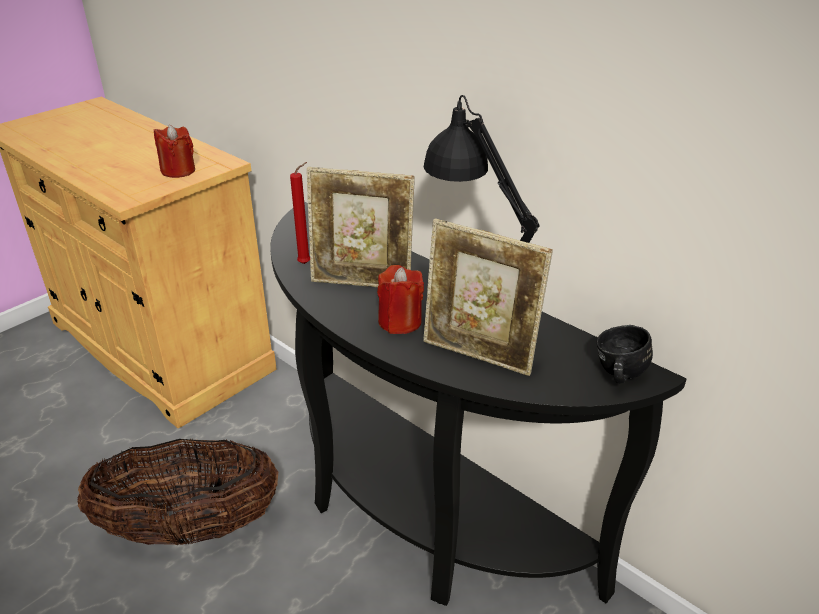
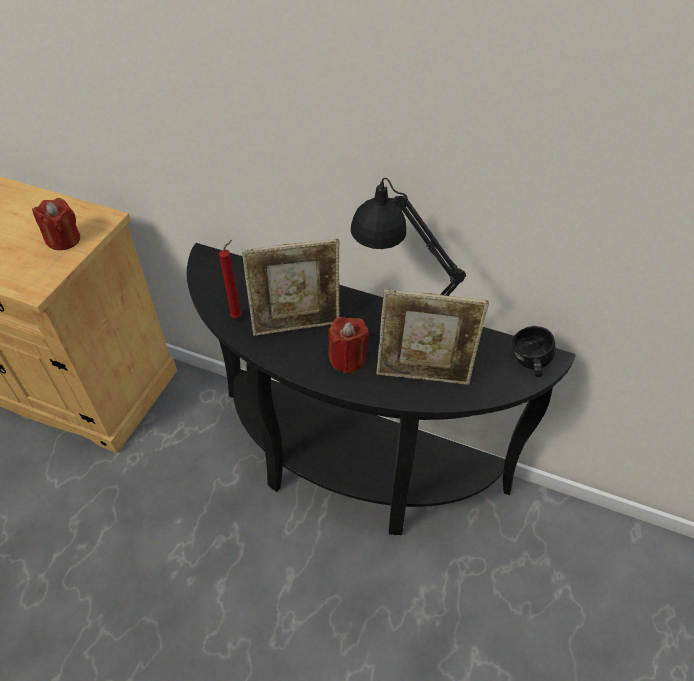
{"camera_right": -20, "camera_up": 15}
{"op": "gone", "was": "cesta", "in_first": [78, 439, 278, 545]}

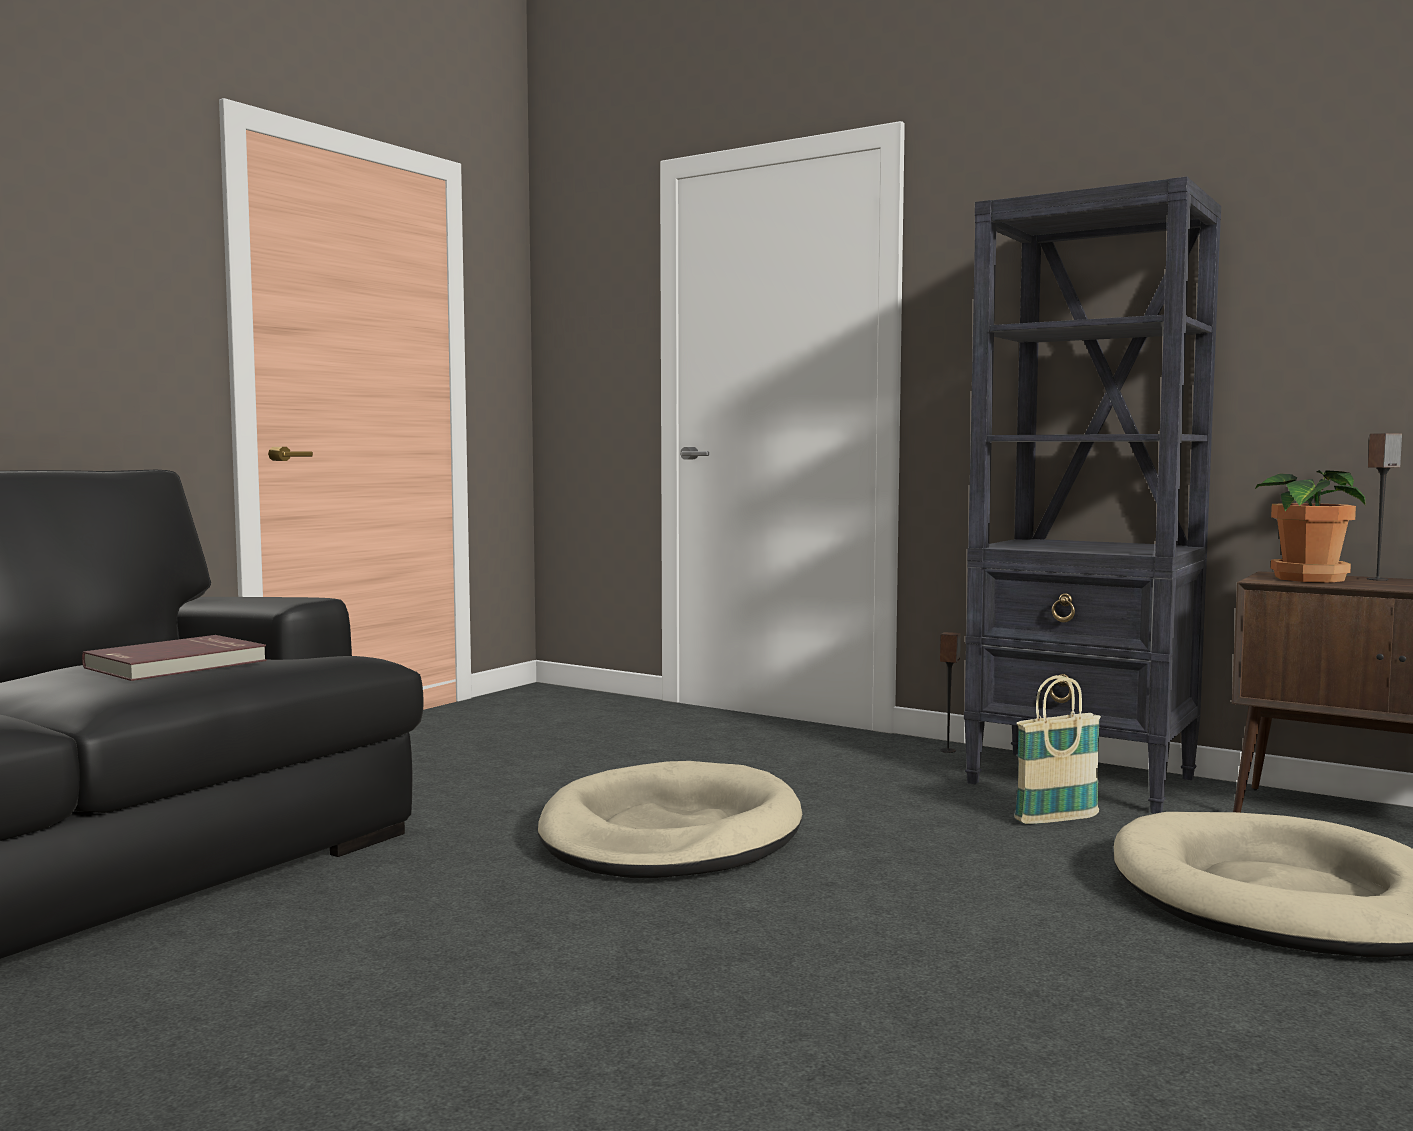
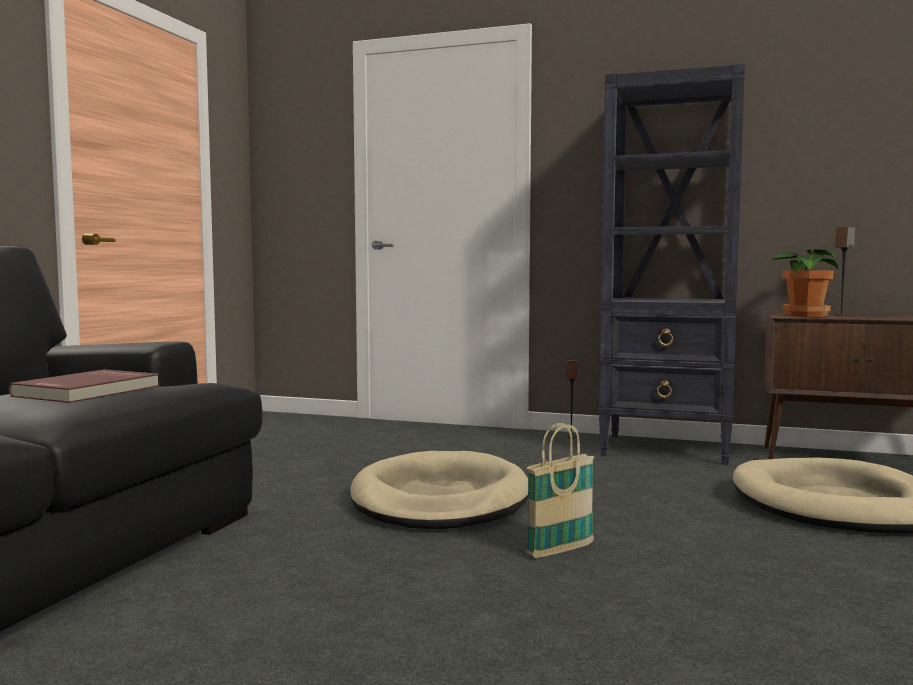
{"camera_right": -15, "camera_up": 0}
{"op": "shifted", "was": "cesta", "in_first": [1014, 675, 1101, 824], "in_second": [526, 423, 594, 558]}

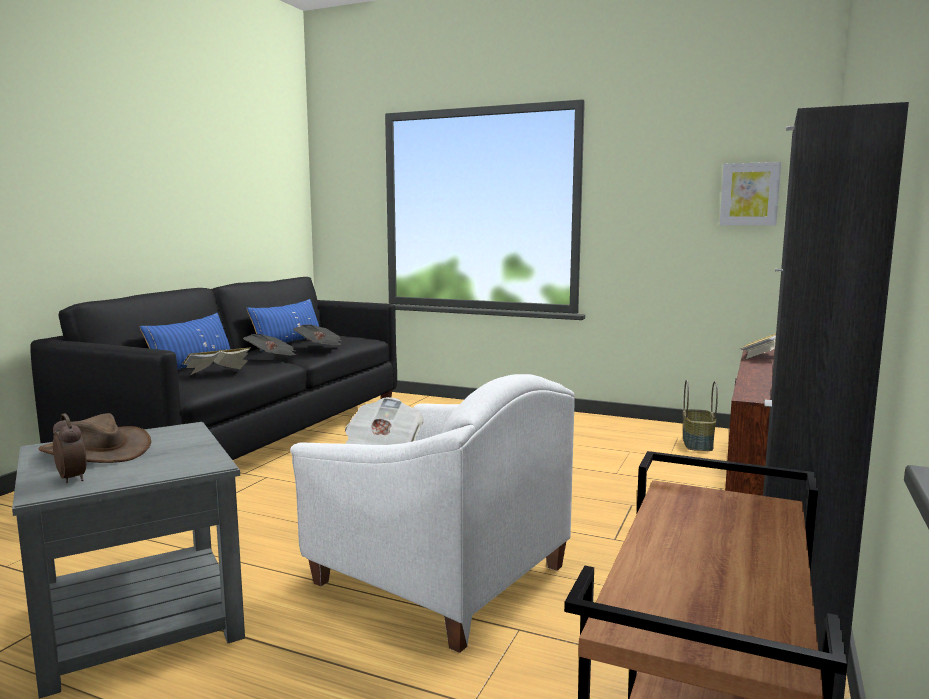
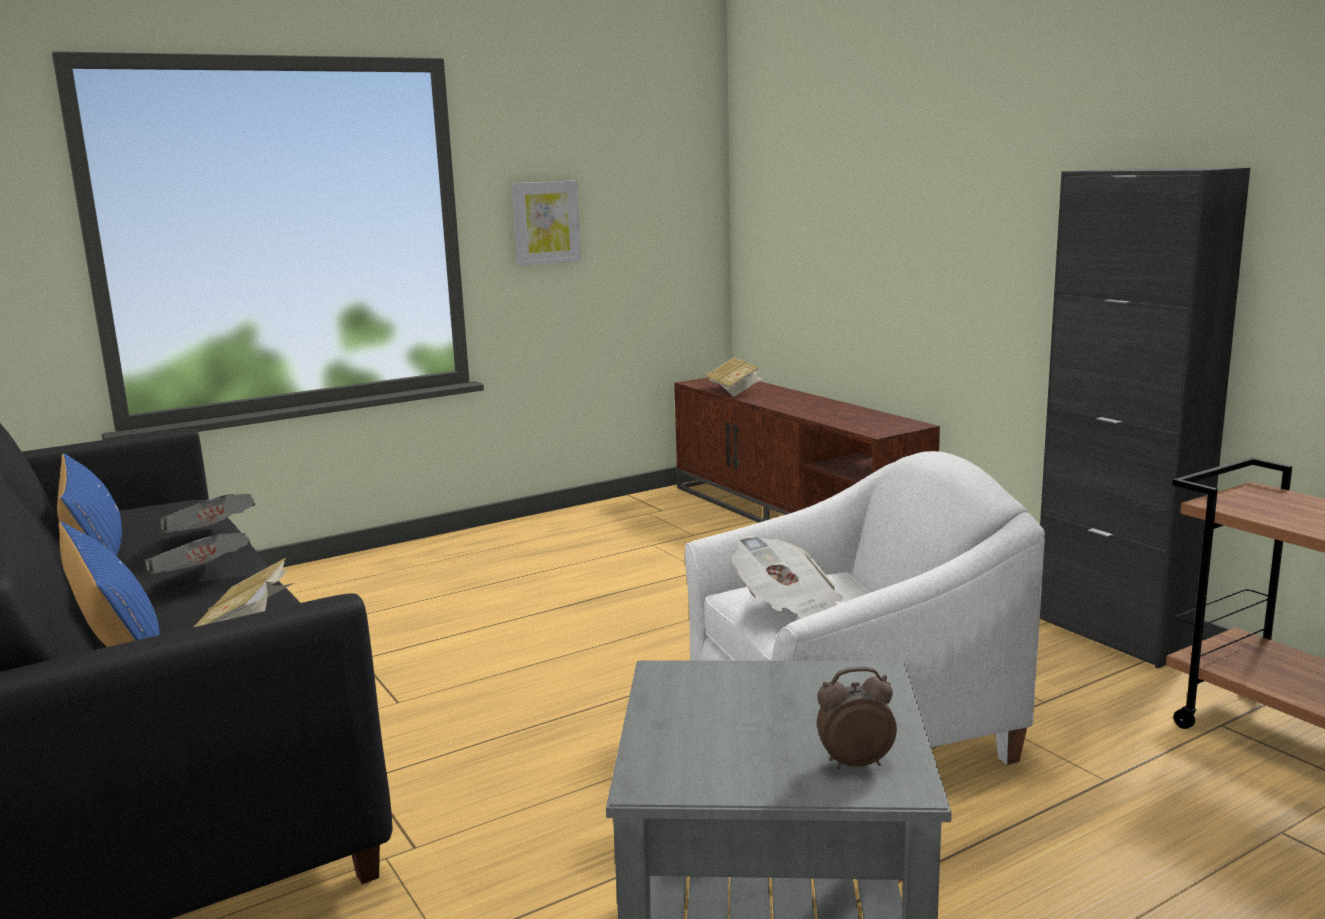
{"camera_right": -55, "camera_up": 5}
{"op": "shifted", "was": "cuadro", "in_first": [720, 162, 781, 225], "in_second": [512, 180, 581, 266]}
{"op": "gone", "was": "cesta", "in_first": [683, 380, 718, 451]}
{"op": "gone", "was": "sombrero/marrón", "in_first": [39, 413, 151, 463]}

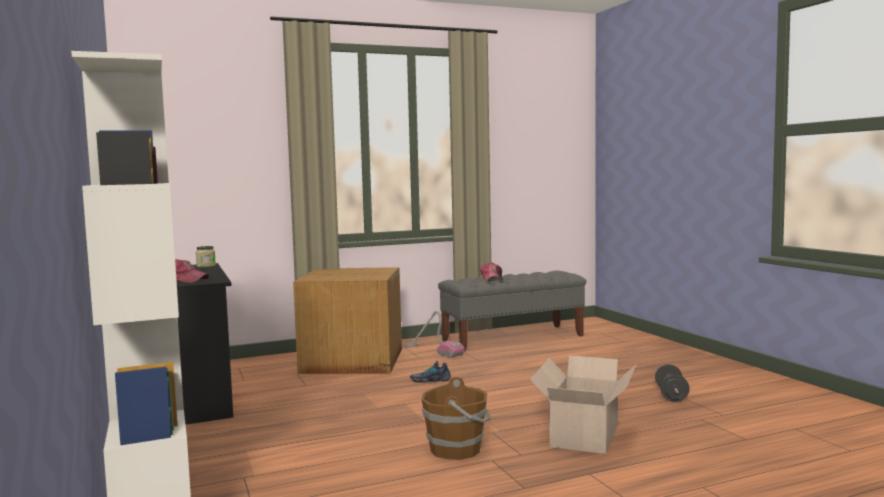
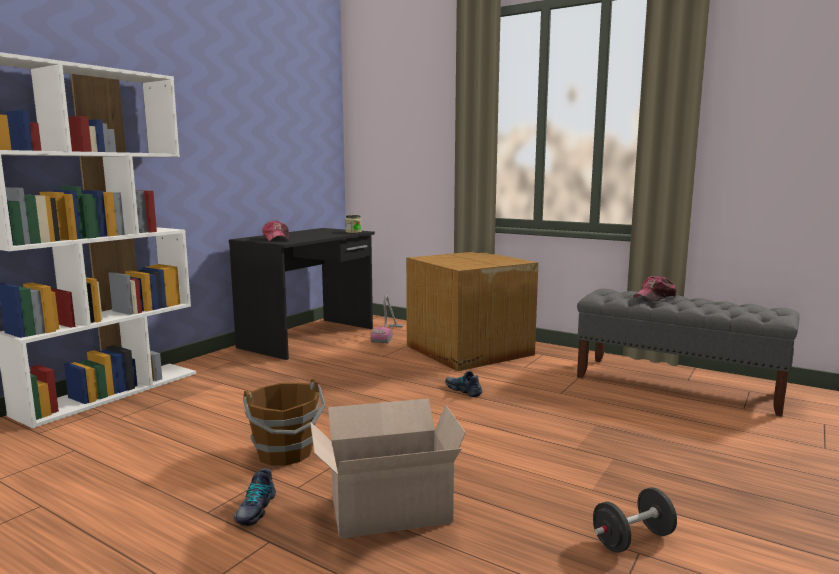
{"camera_right": 55, "camera_up": 5}
{"op": "shifted", "was": "aspiradora", "in_first": [404, 311, 465, 358], "in_second": [370, 295, 404, 344]}
{"op": "new", "now": "zapato", "in_second": [234, 469, 276, 526]}

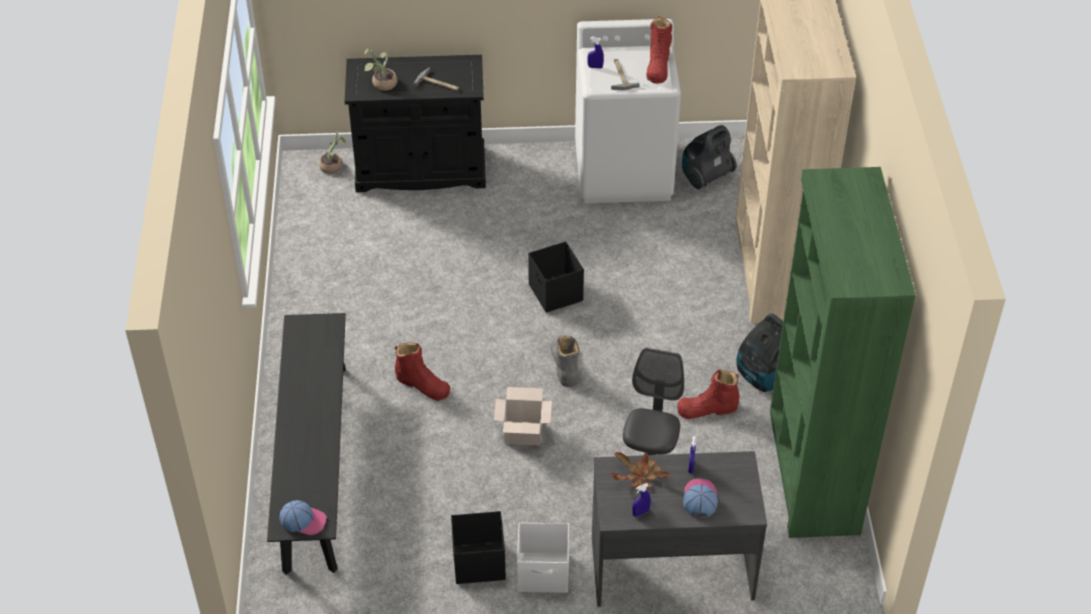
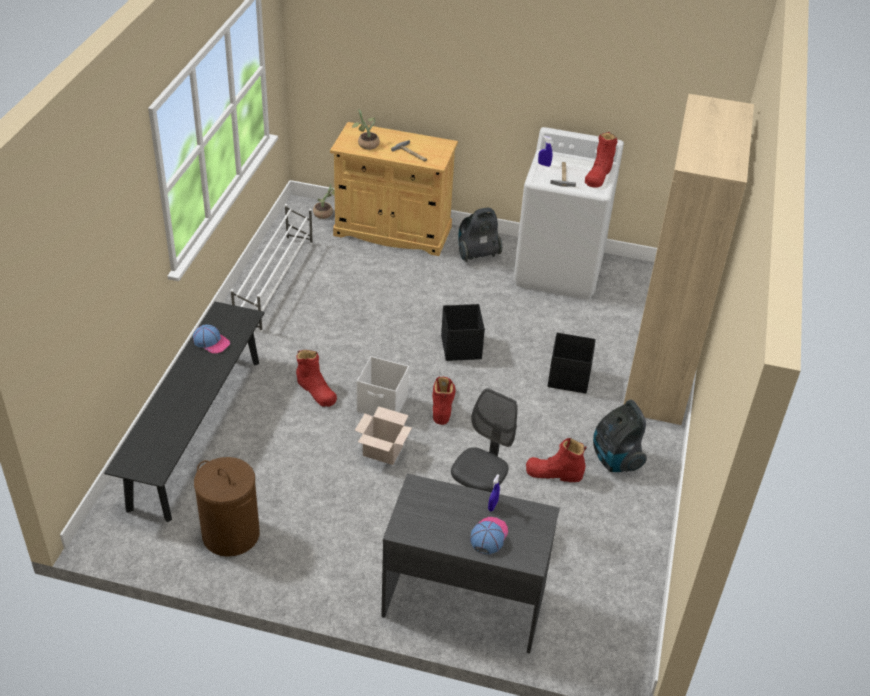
{"camera_right": 15, "camera_up": -5}
{"op": "repainted", "was": "armario/negro", "now": "armario/beis", "in_first": [345, 55, 486, 192], "in_second": [330, 122, 458, 256]}
{"op": "shifted", "was": "aspiradora", "in_first": [682, 125, 737, 190], "in_second": [458, 208, 502, 262]}
{"op": "gone", "was": "estantería/verde", "in_first": [770, 167, 916, 538]}
{"op": "repainted", "was": "bota/gris", "now": "bota/rojo", "in_first": [550, 335, 580, 387], "in_second": [433, 376, 456, 425]}
{"op": "gone", "was": "planta en maceta", "in_first": [610, 452, 670, 488]}
{"op": "gone", "was": "pulverizador/azul", "in_first": [632, 483, 651, 517]}
{"op": "shifted", "was": "gorra", "in_first": [279, 500, 327, 535], "in_second": [193, 325, 230, 353]}
{"op": "shifted", "was": "caja de almacenaje/negro", "in_first": [451, 511, 506, 584], "in_second": [548, 333, 596, 394]}
{"op": "shifted", "was": "caja de almacenaje/blanco", "in_first": [517, 522, 569, 593], "in_second": [357, 356, 409, 416]}
{"op": "new", "now": "zapatero/blanco", "in_second": [231, 204, 313, 332]}
{"op": "new", "now": "cesto de la ropa/marrón", "in_second": [194, 457, 260, 557]}

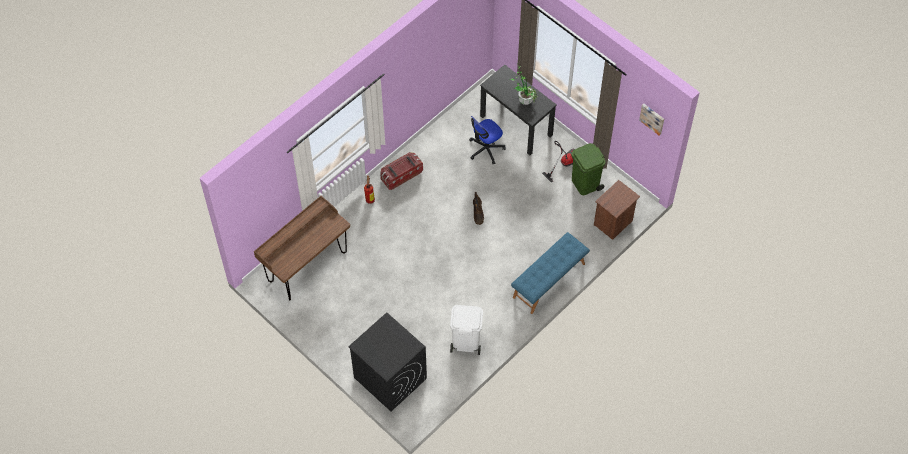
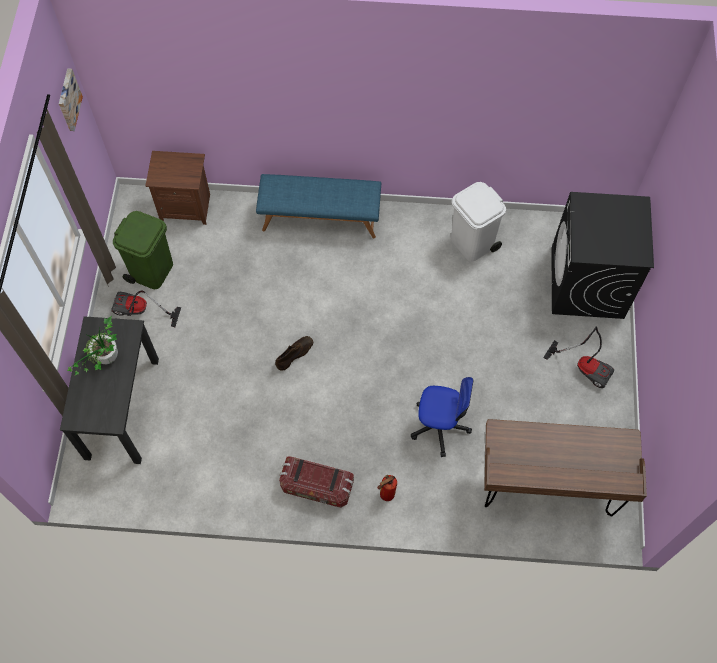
{"camera_right": -130, "camera_up": 5}
{"op": "shifted", "was": "silla de oficina", "in_first": [469, 116, 506, 164], "in_second": [411, 377, 473, 457]}
{"op": "new", "now": "aspiradora", "in_second": [543, 326, 614, 388]}

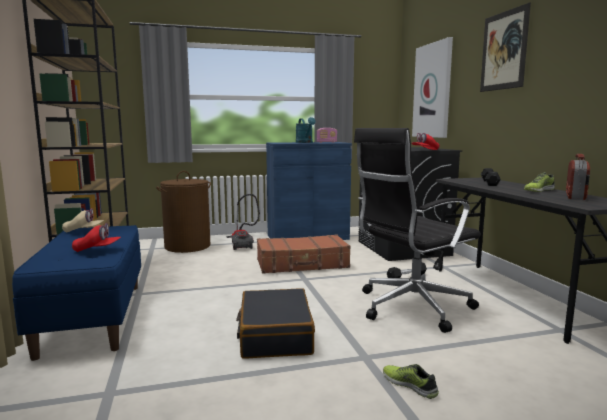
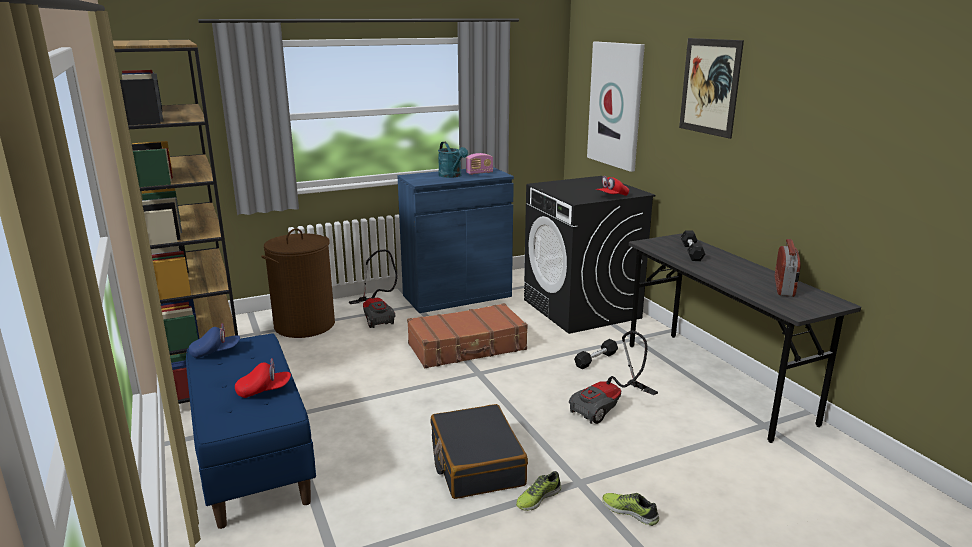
{"camera_right": -10, "camera_up": 10}
{"op": "swapped", "was": "silla de oficina/negro", "now": "aspiradora", "in_first": [354, 128, 481, 333], "in_second": [569, 330, 658, 424]}
{"op": "shifted", "was": "zapato", "in_first": [524, 172, 555, 192], "in_second": [516, 471, 561, 511]}
{"op": "repainted", "was": "gorra/beis", "now": "gorra/azul", "in_first": [62, 208, 104, 233], "in_second": [189, 323, 240, 358]}

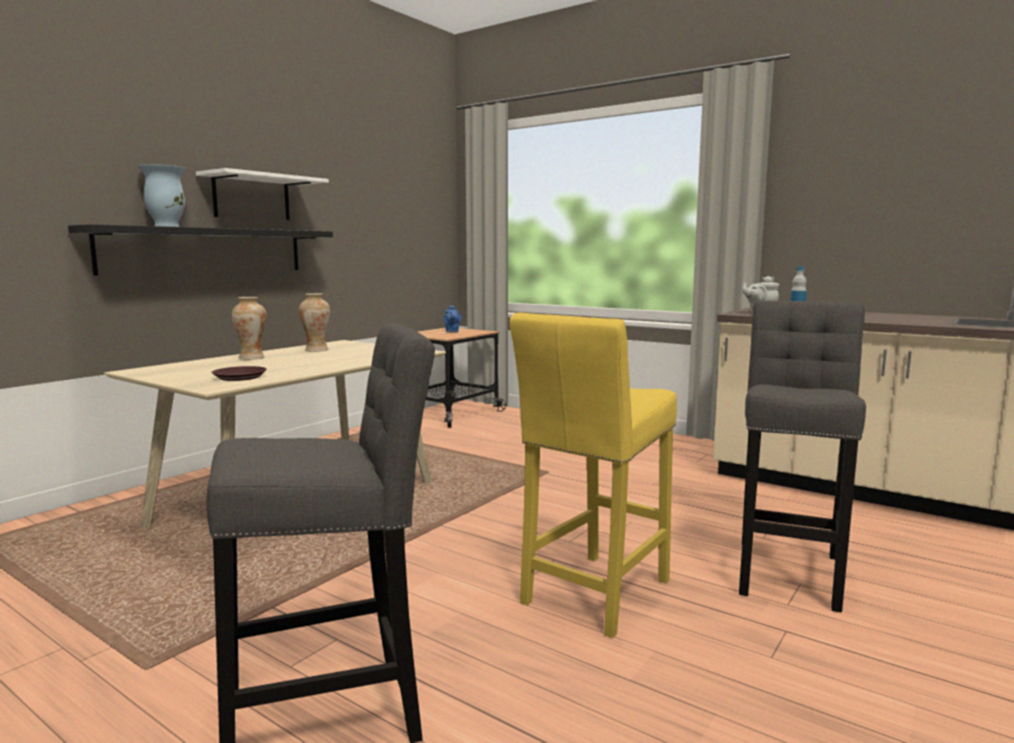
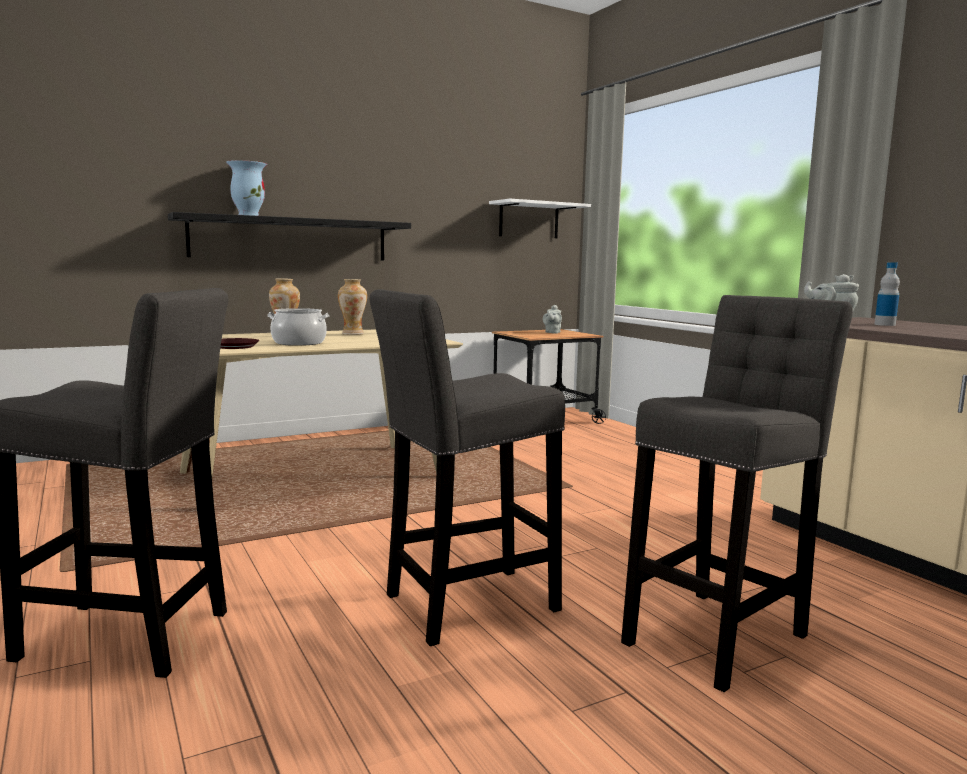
{"camera_right": 25, "camera_up": 0}
{"op": "shifted", "was": "estante/blanco", "in_first": [196, 168, 329, 220], "in_second": [489, 199, 591, 238]}
{"op": "repainted", "was": "tetera/azul", "now": "tetera/gris", "in_first": [443, 306, 461, 332], "in_second": [543, 305, 562, 334]}
{"op": "repainted", "was": "taburete/amarillo", "now": "taburete/gris", "in_first": [509, 312, 677, 638], "in_second": [369, 289, 565, 646]}
{"op": "new", "now": "olla", "in_second": [267, 308, 329, 346]}

